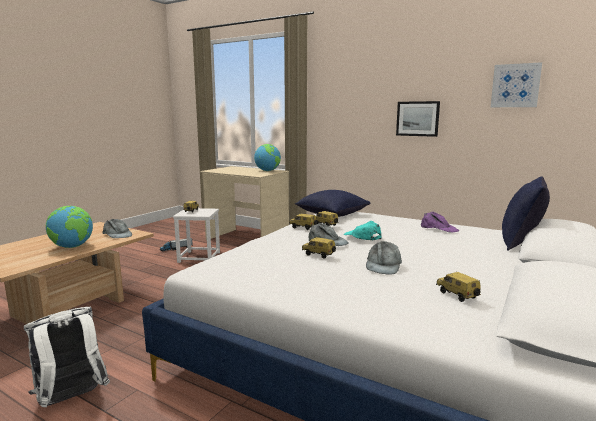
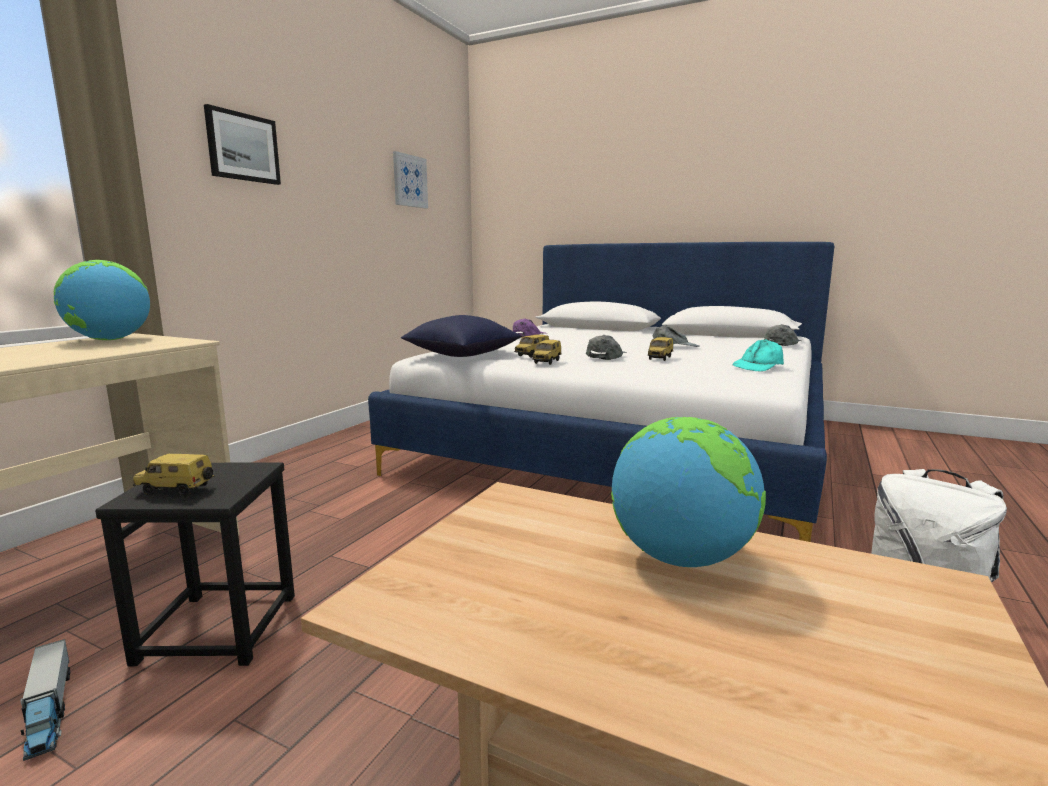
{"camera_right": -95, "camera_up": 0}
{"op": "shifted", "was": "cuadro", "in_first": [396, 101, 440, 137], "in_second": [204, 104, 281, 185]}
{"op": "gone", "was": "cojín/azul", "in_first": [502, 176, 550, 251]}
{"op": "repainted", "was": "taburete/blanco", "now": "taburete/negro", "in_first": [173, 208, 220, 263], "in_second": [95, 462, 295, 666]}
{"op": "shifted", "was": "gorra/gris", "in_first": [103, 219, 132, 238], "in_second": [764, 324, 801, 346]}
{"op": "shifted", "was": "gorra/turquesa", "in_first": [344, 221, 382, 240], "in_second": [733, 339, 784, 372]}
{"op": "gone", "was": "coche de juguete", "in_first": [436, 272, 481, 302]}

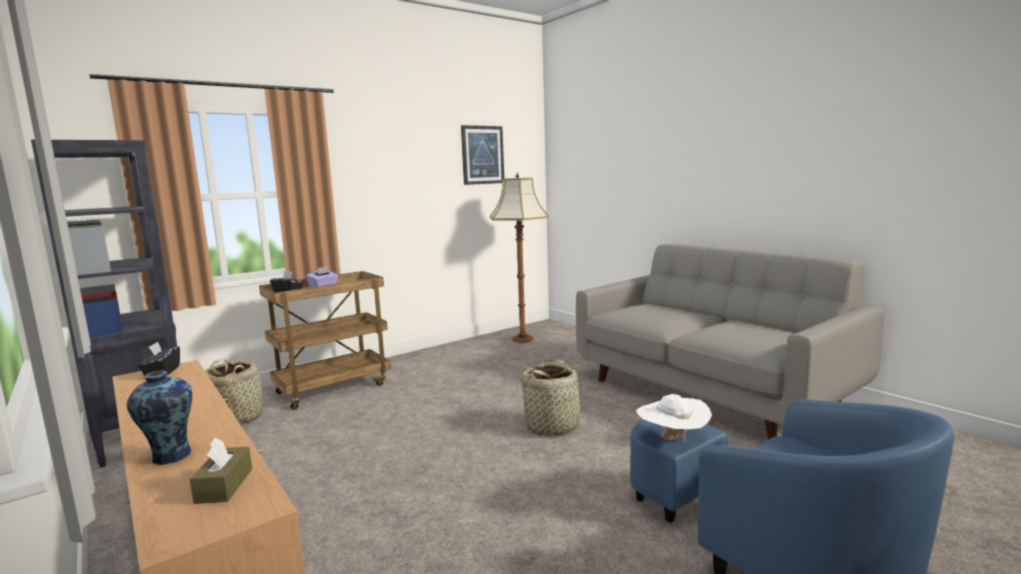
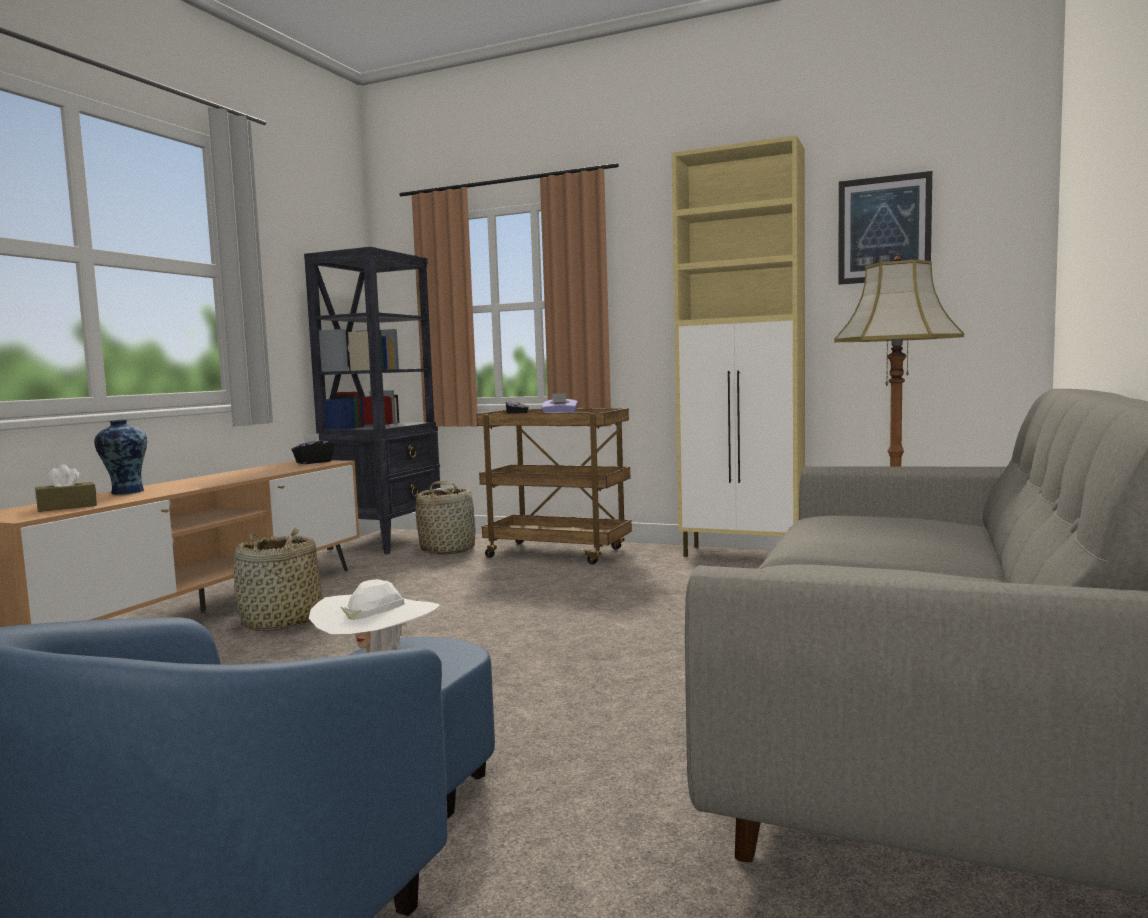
{"camera_right": 60, "camera_up": -5}
{"op": "shifted", "was": "cesta", "in_first": [520, 358, 590, 436], "in_second": [234, 528, 323, 631]}
{"op": "new", "now": "armario/beis", "in_second": [671, 135, 805, 557]}

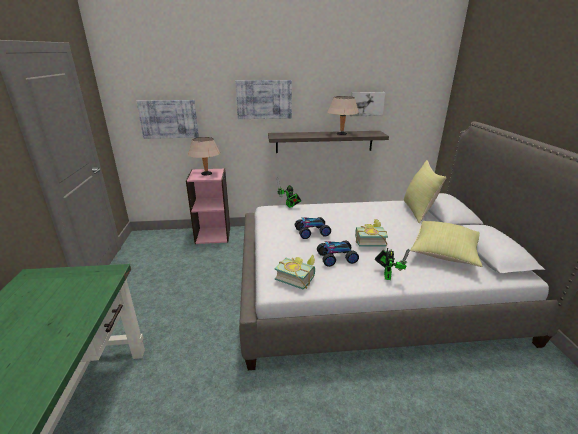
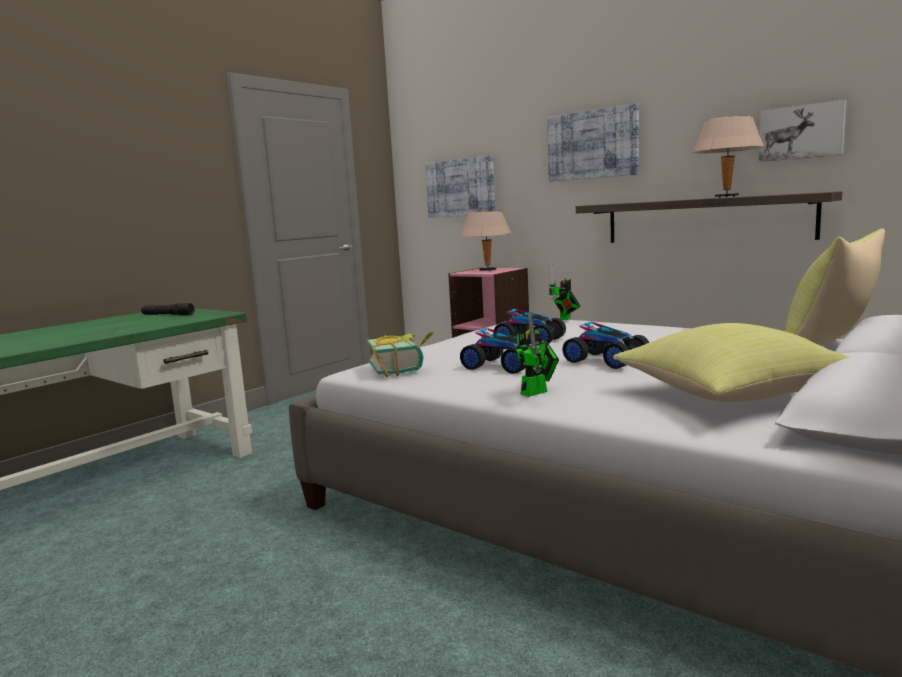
{"camera_right": 45, "camera_up": -15}
{"op": "swapped", "was": "libro", "now": "coche de juguete", "in_first": [355, 219, 388, 247], "in_second": [563, 322, 650, 369]}
{"op": "new", "now": "linterna/negro", "in_second": [141, 303, 195, 315]}

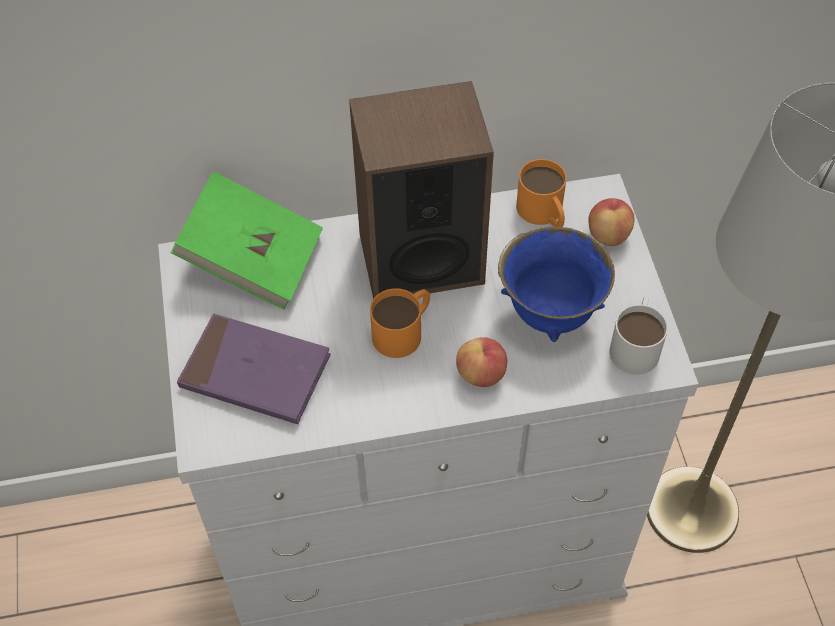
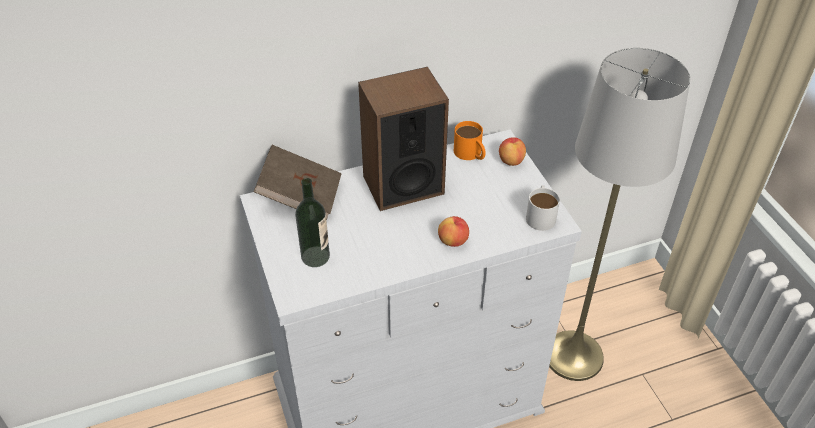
{"camera_right": -10, "camera_up": -10}
{"op": "repainted", "was": "libro/verde", "now": "libro/marrón", "in_first": [170, 171, 323, 310], "in_second": [254, 145, 342, 221]}
{"op": "gone", "was": "cuenco/azul", "in_first": [498, 227, 615, 342]}
{"op": "gone", "was": "taza grande/naranja", "in_first": [370, 288, 430, 358]}
{"op": "swapped", "was": "libro/morado", "now": "botella", "in_first": [177, 314, 331, 424], "in_second": [295, 178, 330, 267]}

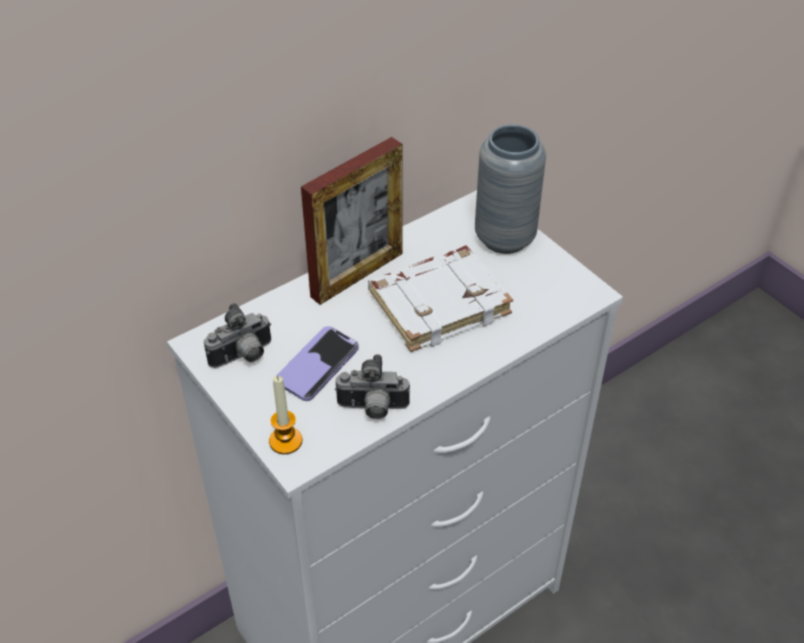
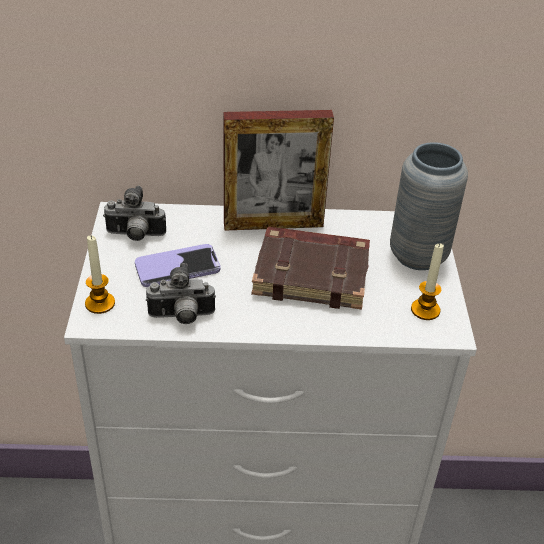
{"camera_right": 35, "camera_up": -5}
{"op": "repainted", "was": "libro/blanco", "now": "libro/marrón", "in_first": [368, 245, 513, 352], "in_second": [251, 227, 370, 310]}
{"op": "rotated", "was": "cámara", "in_first": [335, 354, 410, 419], "in_second": [146, 263, 215, 324], "clockwise": -45}
{"op": "new", "now": "vela", "in_second": [411, 244, 444, 320]}

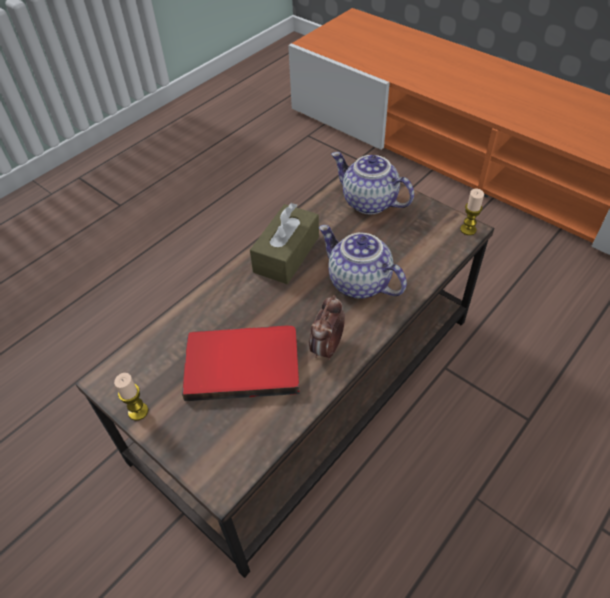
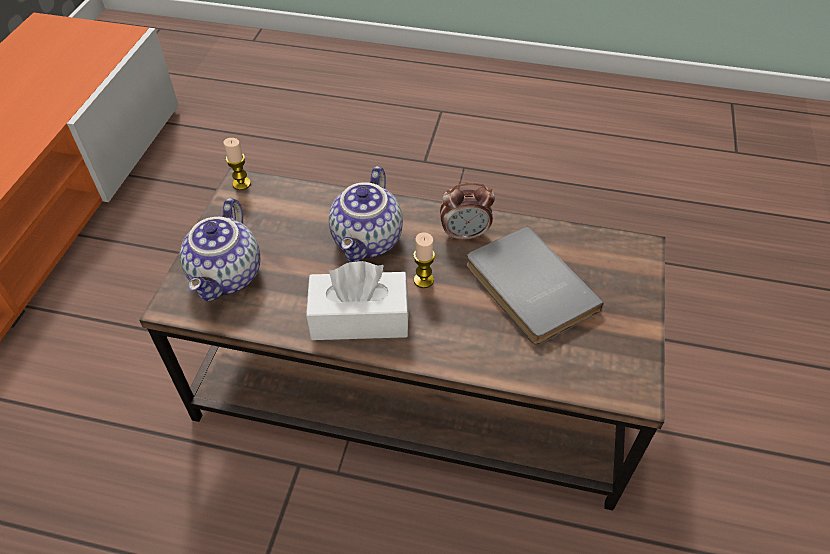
{"camera_right": -120, "camera_up": 0}
{"op": "repainted", "was": "caja de pañuelos/marrón", "now": "caja de pañuelos/blanco", "in_first": [250, 203, 319, 284], "in_second": [306, 261, 409, 340]}
{"op": "repainted", "was": "libro/rojo", "now": "libro/gris", "in_first": [182, 326, 300, 401], "in_second": [467, 226, 604, 345]}
{"op": "shifted", "was": "vela", "in_first": [114, 373, 148, 421], "in_second": [413, 232, 435, 288]}

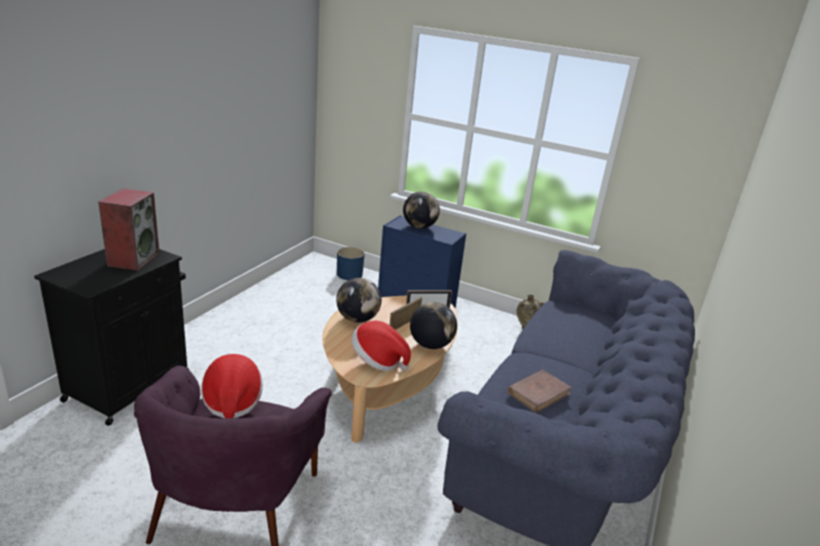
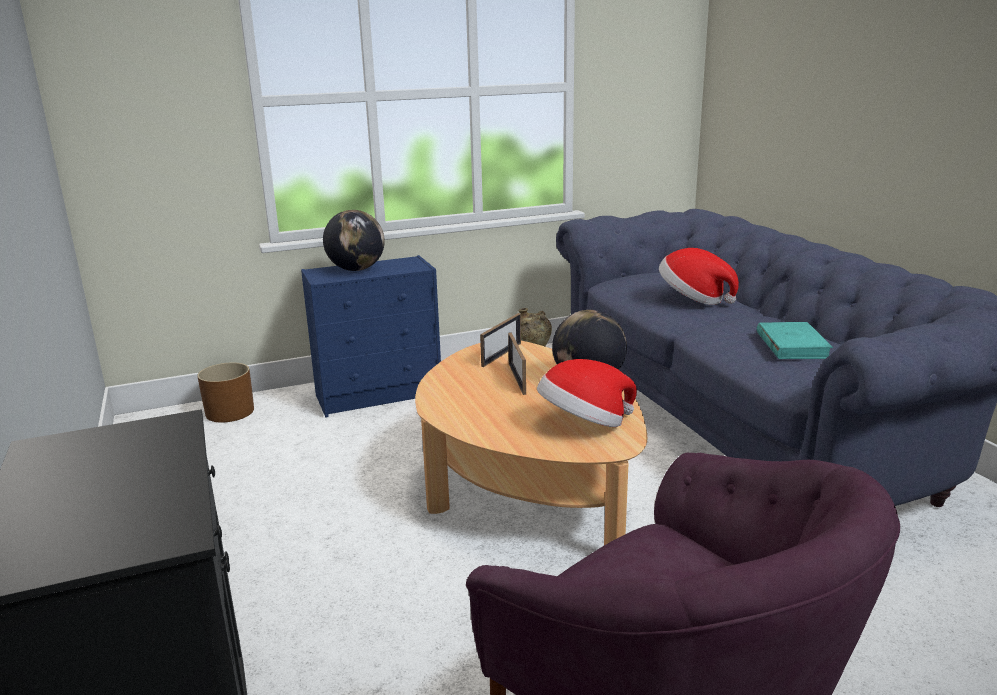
{"camera_right": -45, "camera_up": -5}
{"op": "gone", "was": "altavoz", "in_first": [98, 188, 160, 271]}
{"op": "repainted", "was": "maceta/azul", "now": "maceta/marrón", "in_first": [337, 247, 365, 280], "in_second": [197, 362, 254, 422]}
{"op": "gone", "was": "globo terráqueo", "in_first": [336, 278, 381, 323]}
{"op": "shifted", "was": "sombrero", "in_first": [201, 354, 263, 418], "in_second": [659, 248, 739, 305]}
{"op": "repainted", "was": "libro/marrón", "now": "libro/turquesa", "in_first": [507, 370, 572, 413], "in_second": [757, 322, 833, 359]}

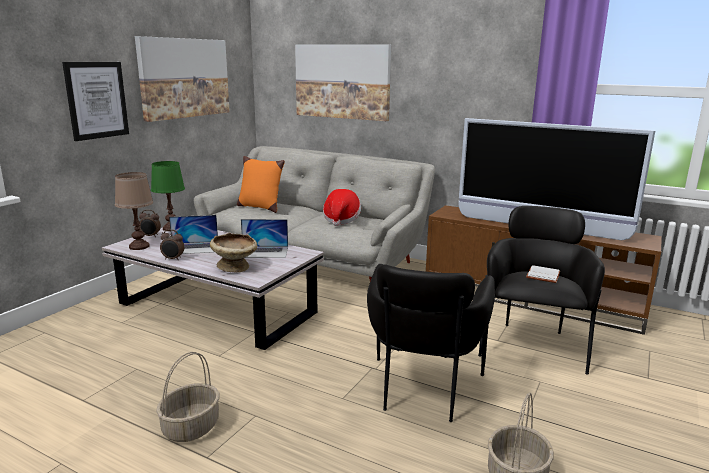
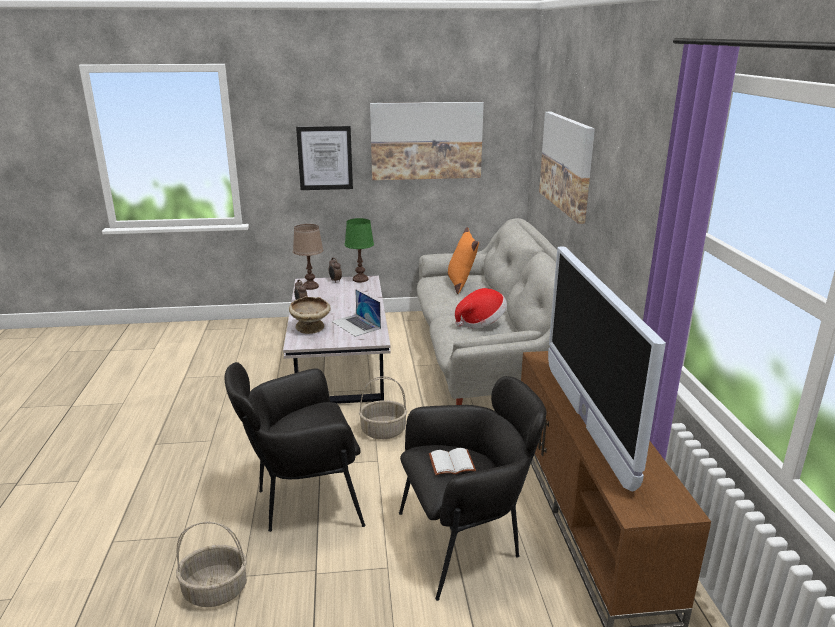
{"camera_right": 55, "camera_up": 5}
{"op": "gone", "was": "portátil", "in_first": [169, 215, 218, 254]}
{"op": "shifted", "was": "cesta", "in_first": [156, 352, 220, 442], "in_second": [359, 376, 408, 439]}

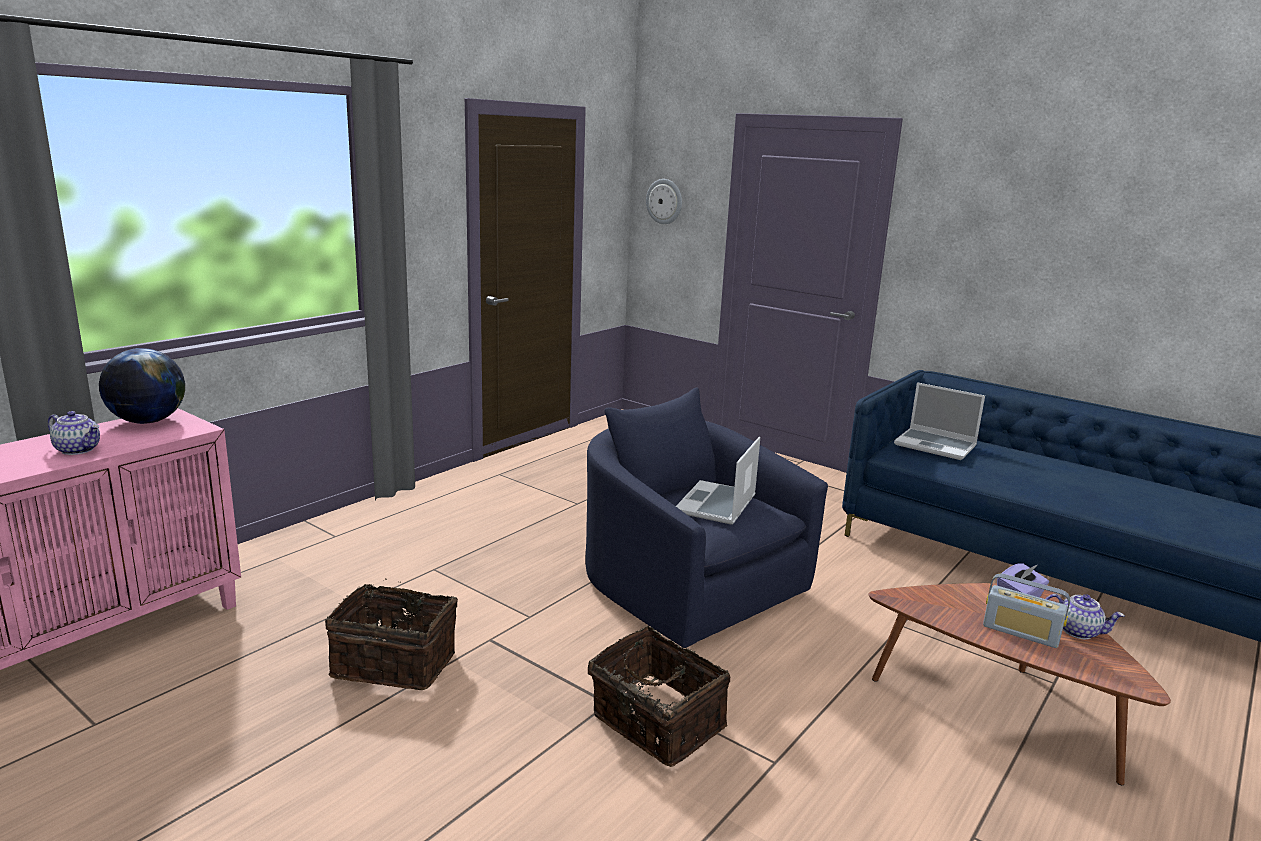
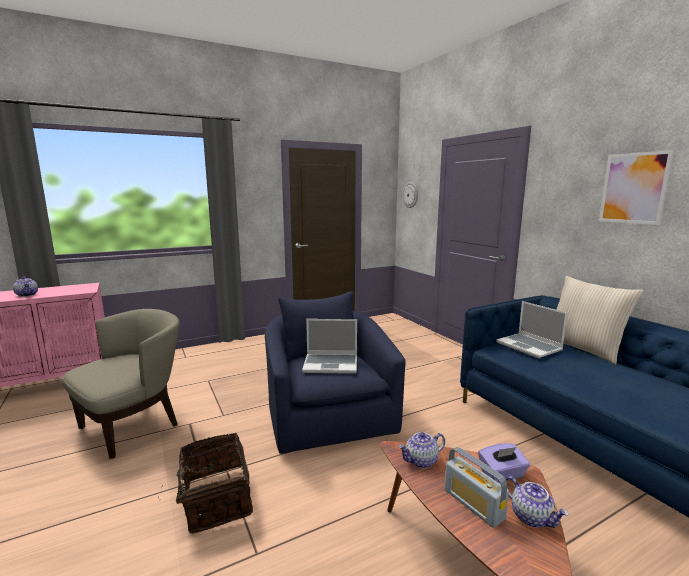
{"camera_right": 25, "camera_up": -5}
{"op": "gone", "was": "globo terráqueo", "in_first": [99, 348, 185, 424]}
{"op": "rotated", "was": "portátil", "in_first": [676, 437, 760, 525], "in_second": [302, 319, 357, 374], "clockwise": -135}
{"op": "swapped", "was": "cesta", "now": "sillón/beis", "in_first": [325, 578, 458, 690], "in_second": [62, 309, 180, 459]}
{"op": "new", "now": "cuadro", "in_second": [599, 150, 674, 225]}
{"op": "new", "now": "cojín/beis", "in_second": [557, 276, 644, 364]}
{"op": "new", "now": "tetera", "in_second": [398, 432, 445, 468]}

